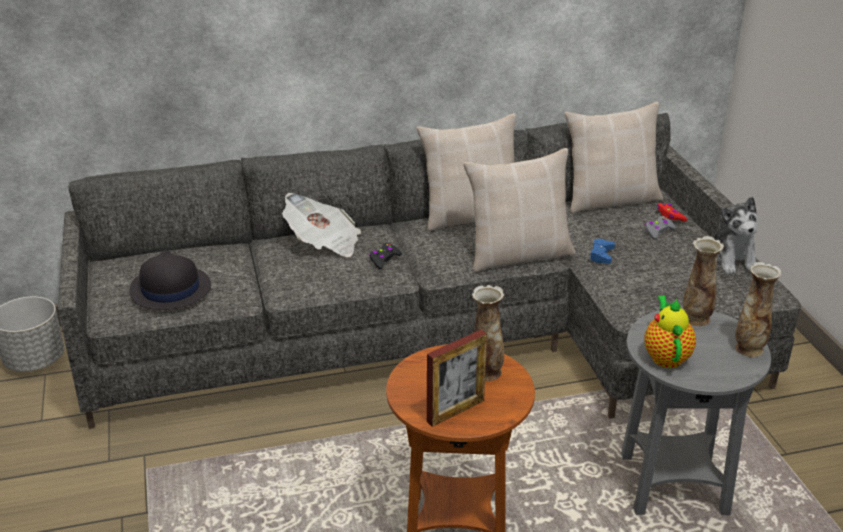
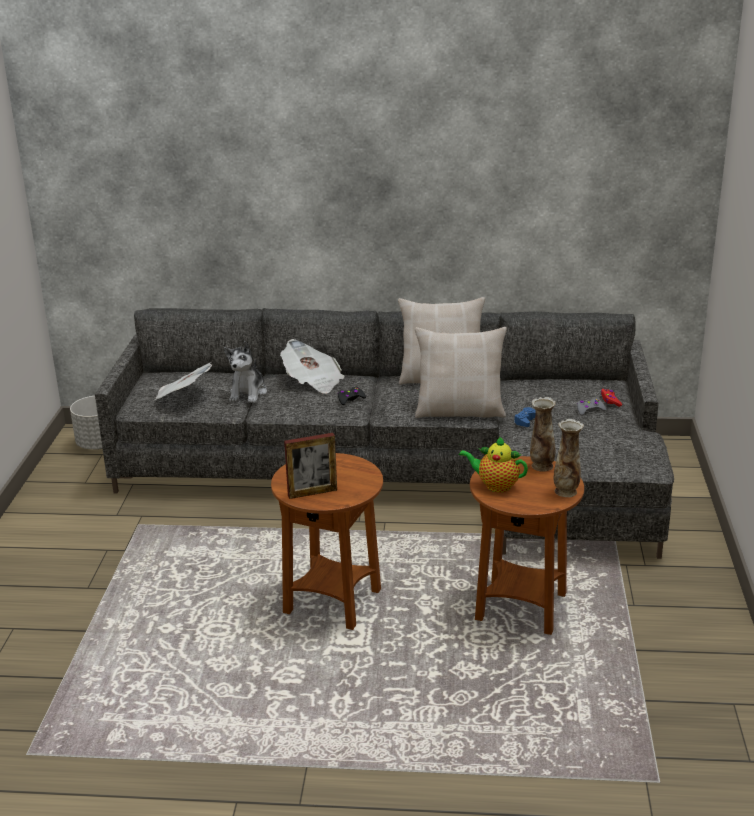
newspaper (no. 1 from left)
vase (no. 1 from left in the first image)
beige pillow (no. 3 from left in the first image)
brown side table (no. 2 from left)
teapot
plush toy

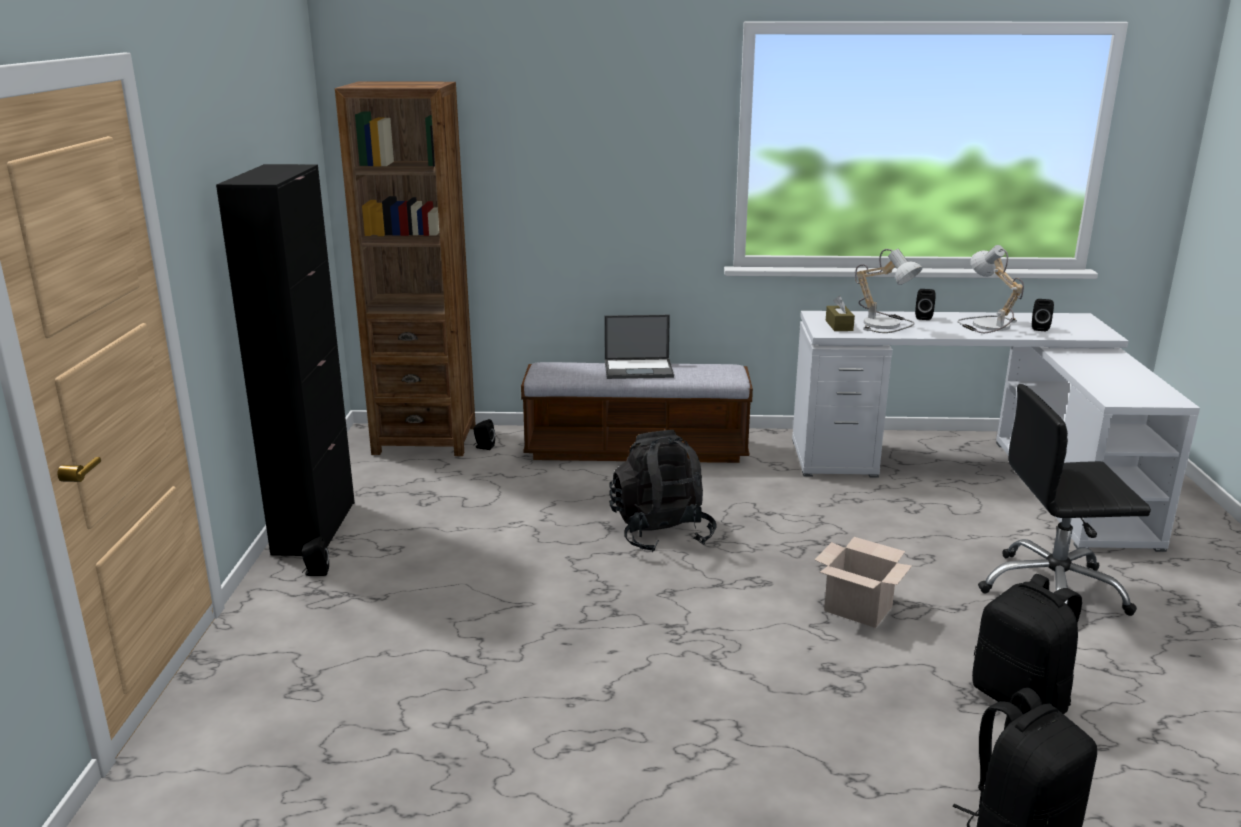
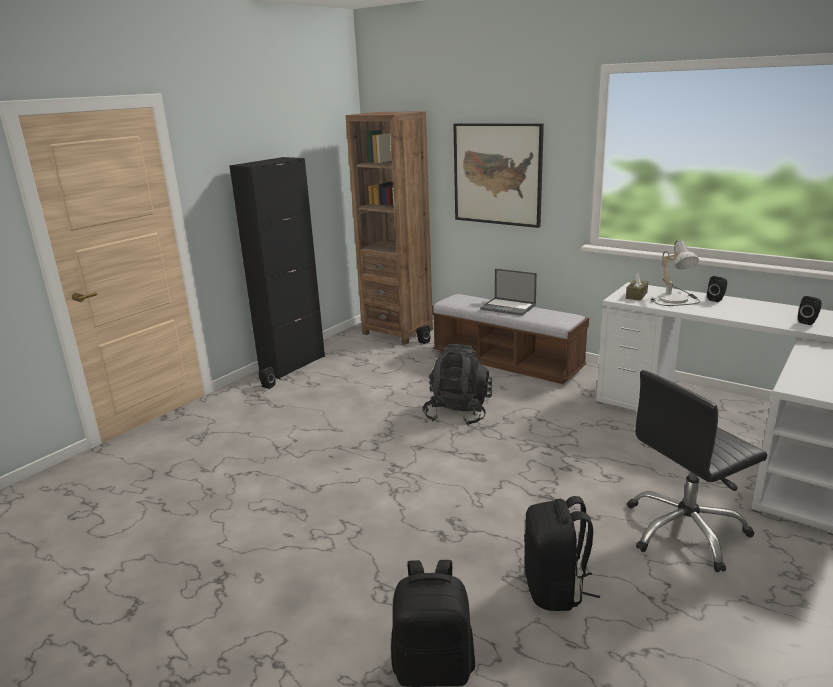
cardboard box
table lamp (no. 2 from left in the first image)
black office chair
picture

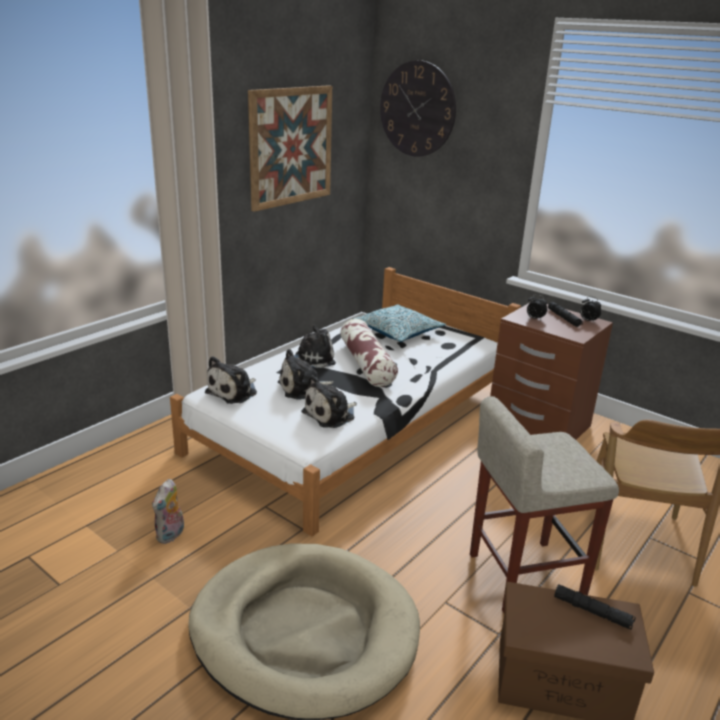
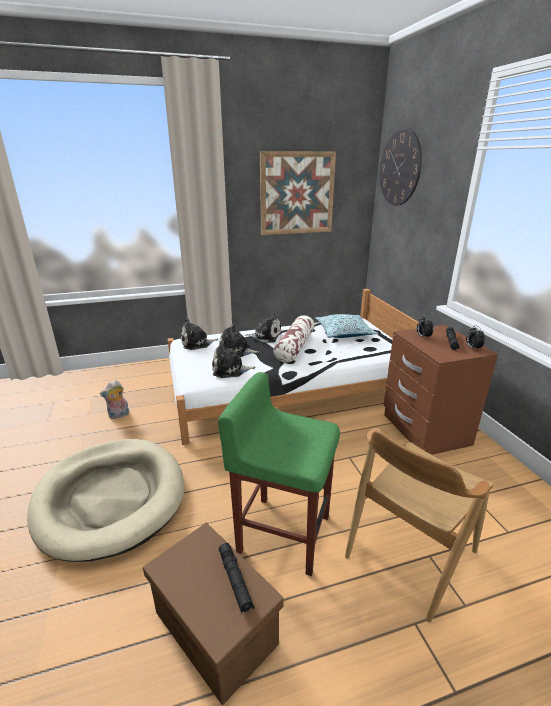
green stool

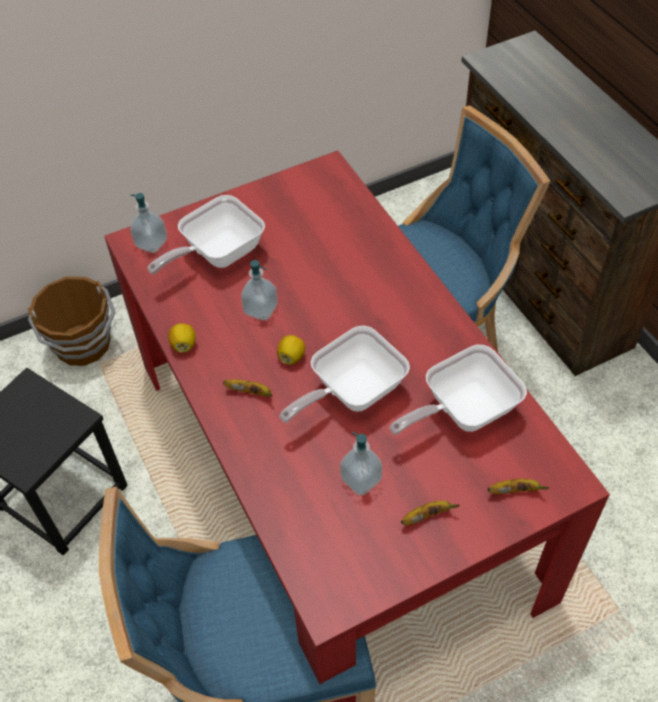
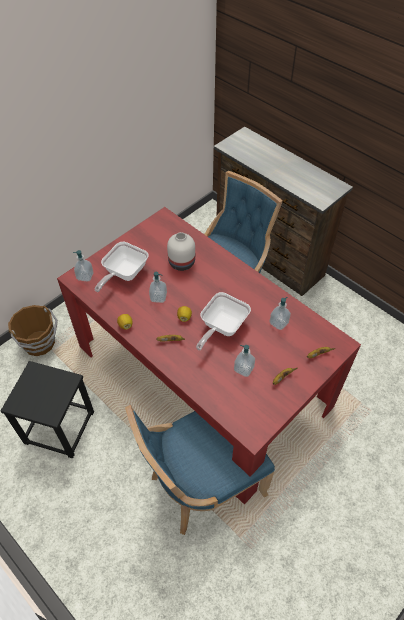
soap dispenser (no. 4 from left)
white vase

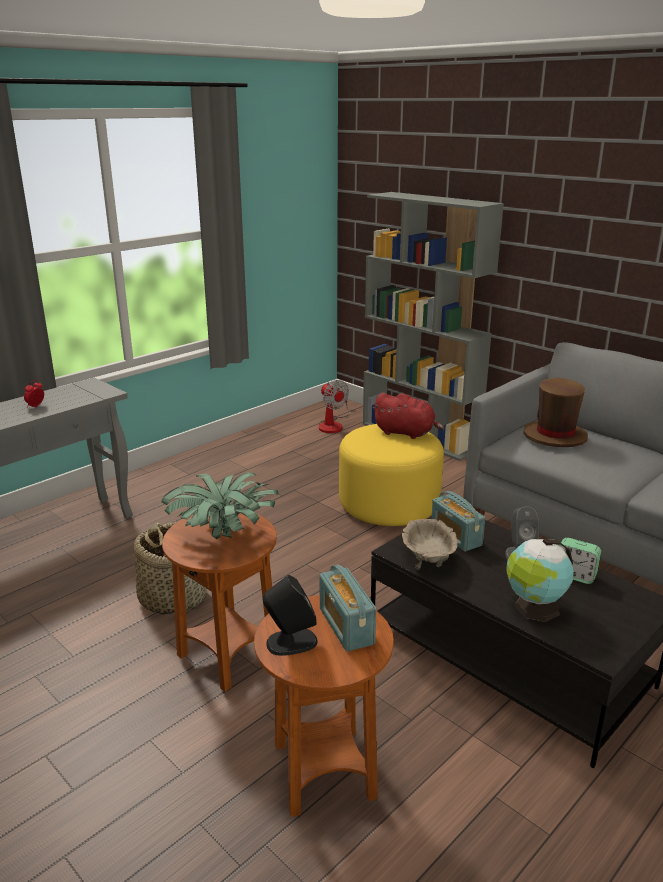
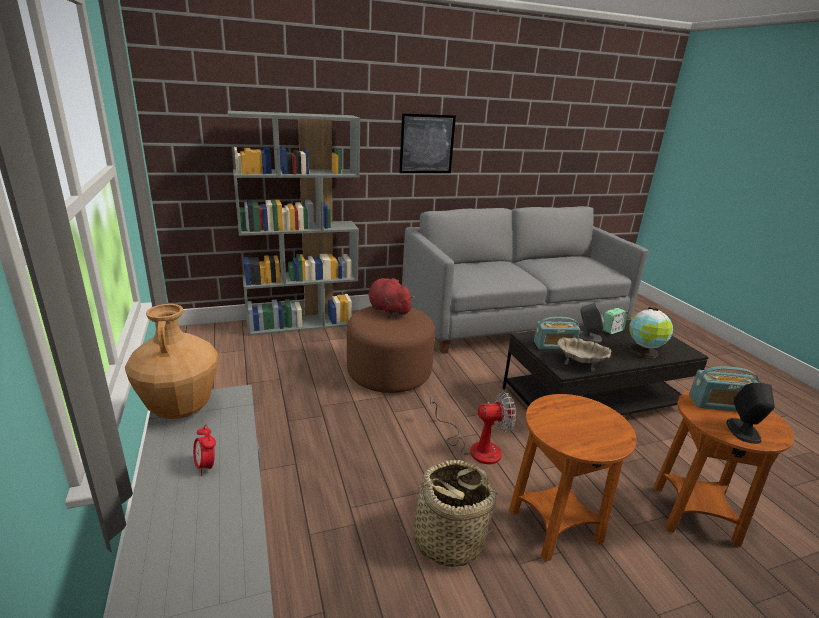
potted plant
fan
brown ottoman
red plush toy
brown hat
brown vase
picture

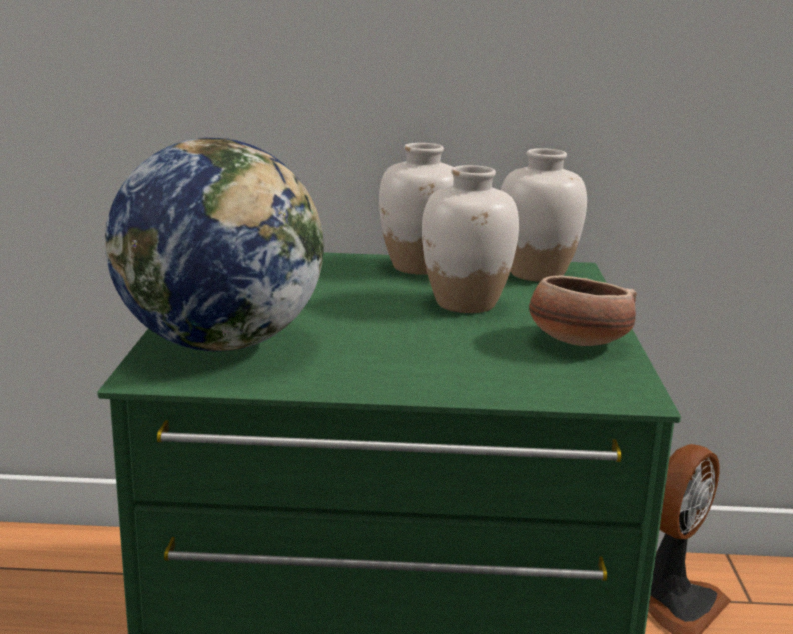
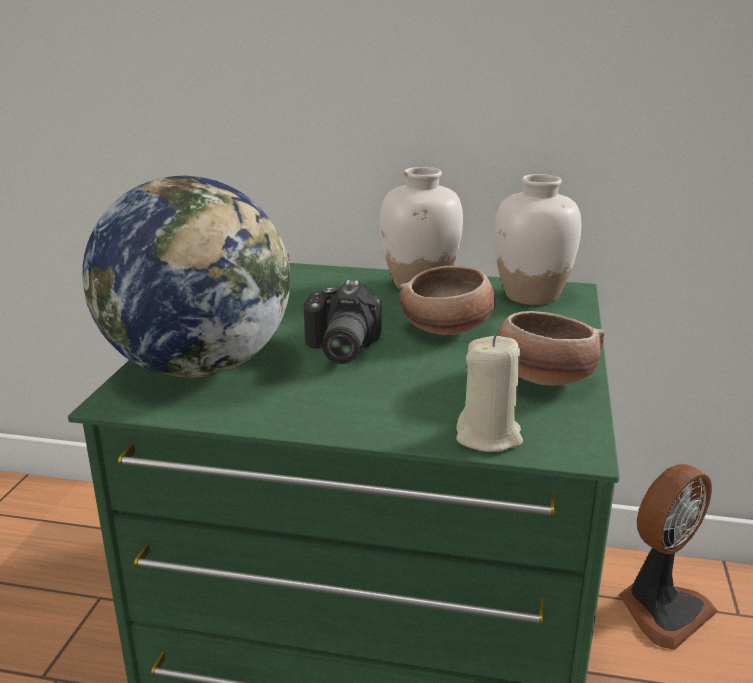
bowl (no. 1 from left)
photo camera
beige candle

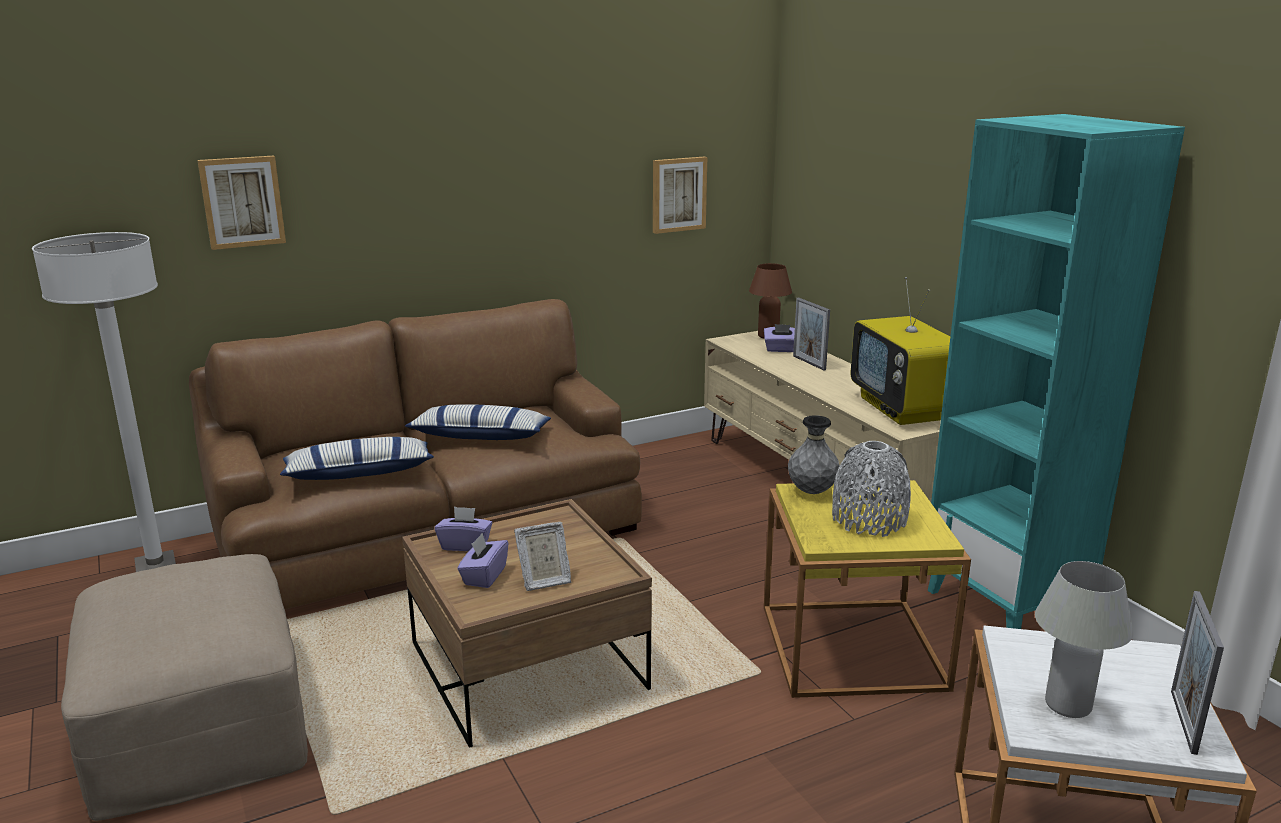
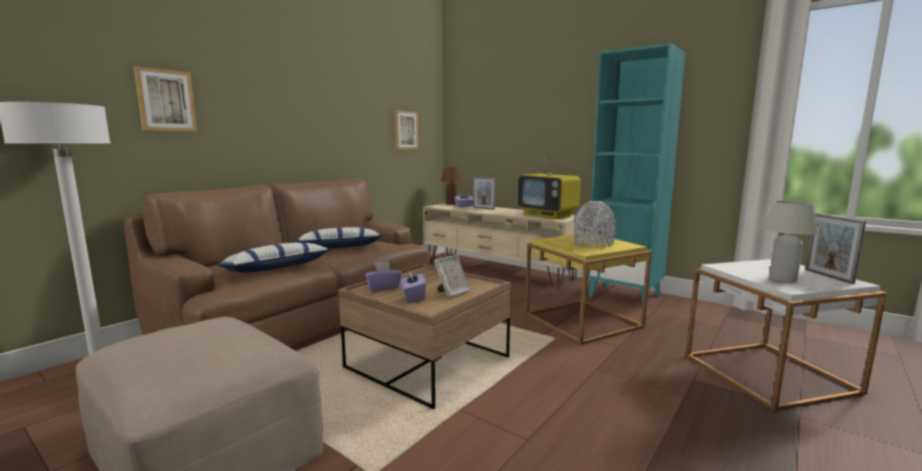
grey vase (no. 1 from left in the first image)

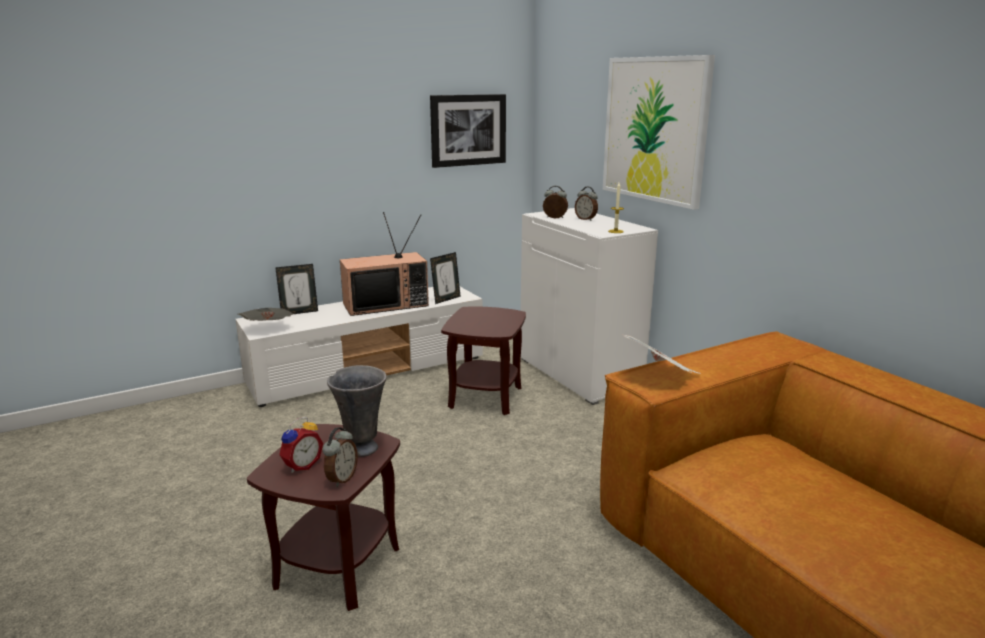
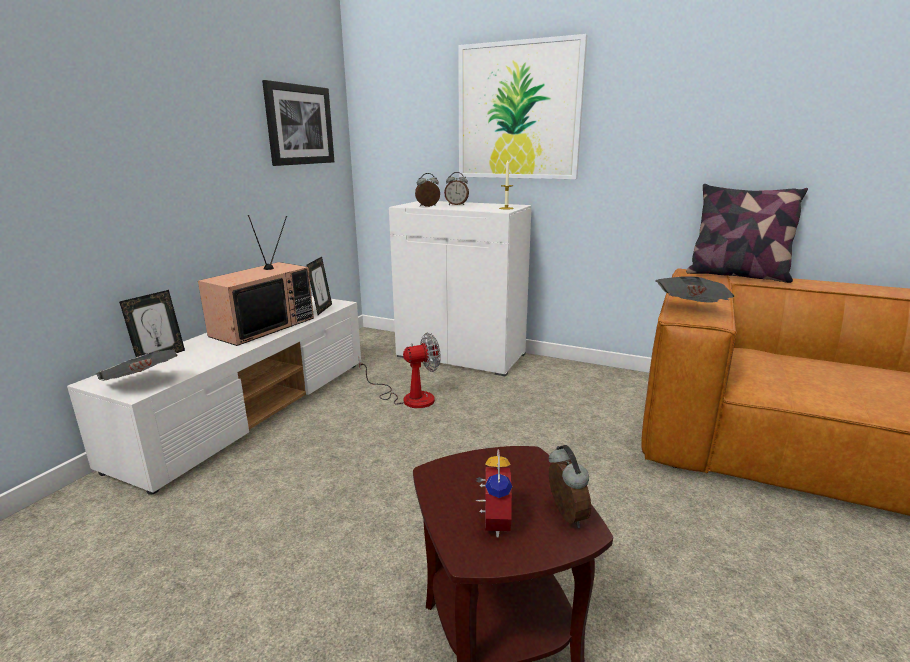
grey vase
fan
pillow

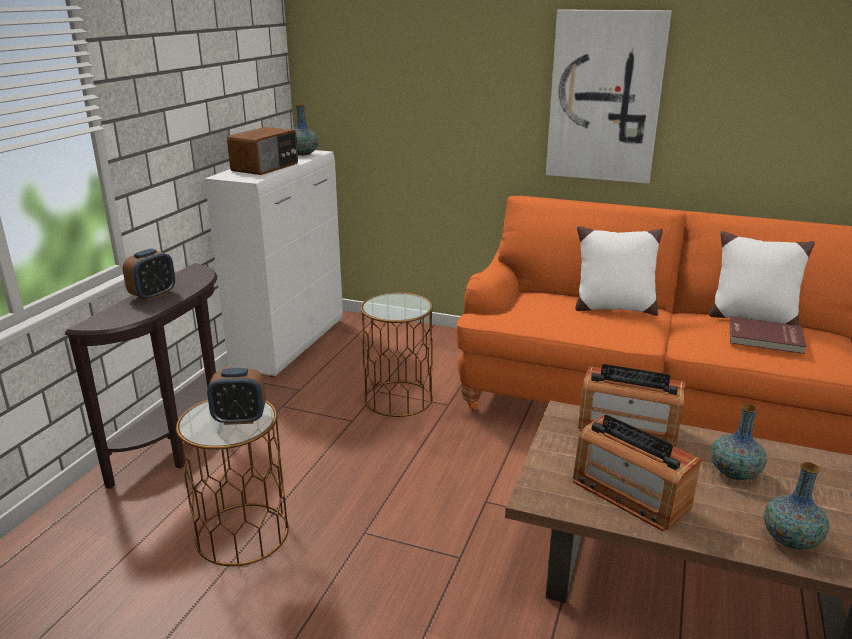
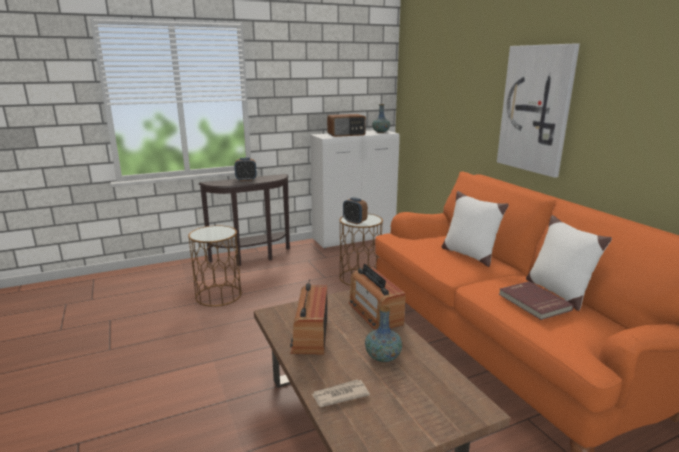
alarm clock (no. 2 from left)
newspaper

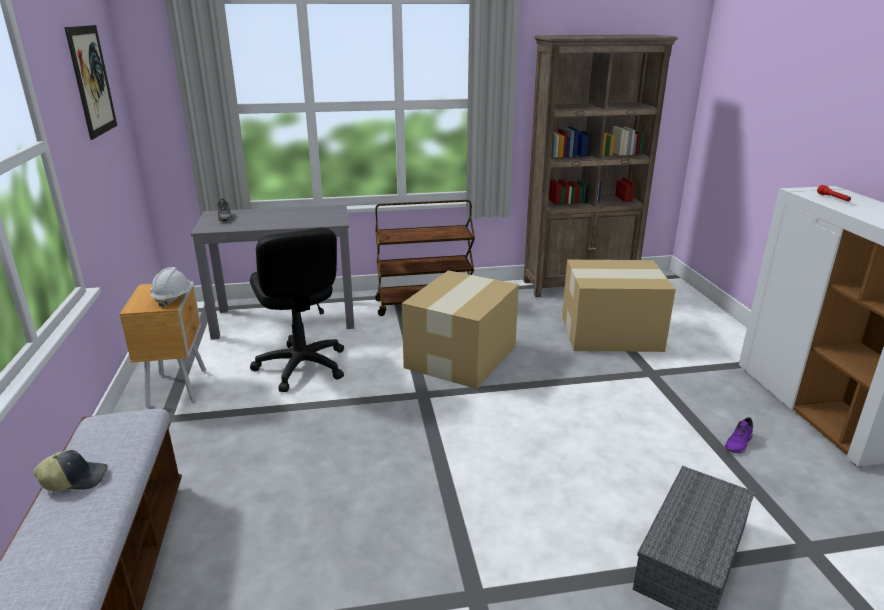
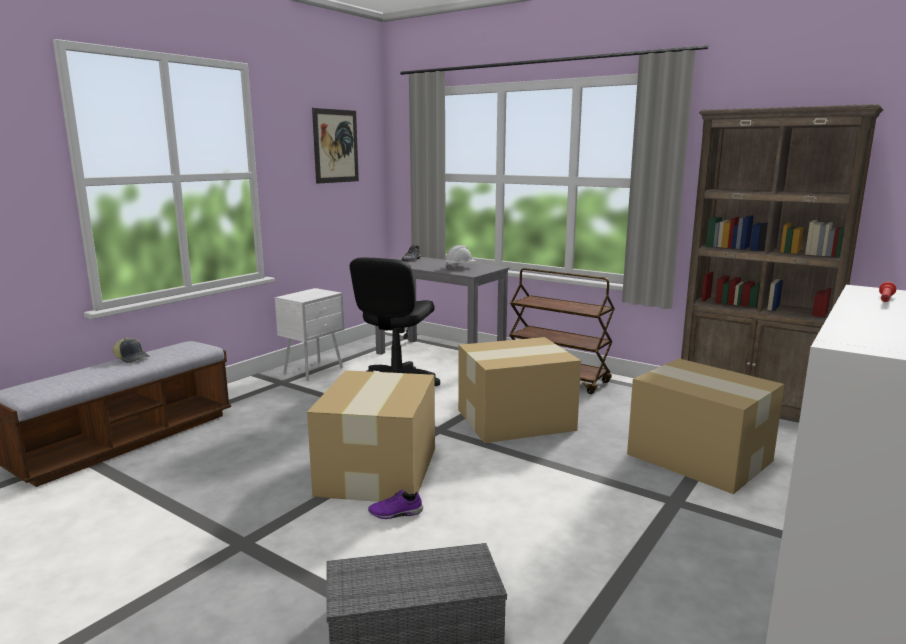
white nightstand
white hard hat
purple shoe
cardboard box (no. 1 from left)

